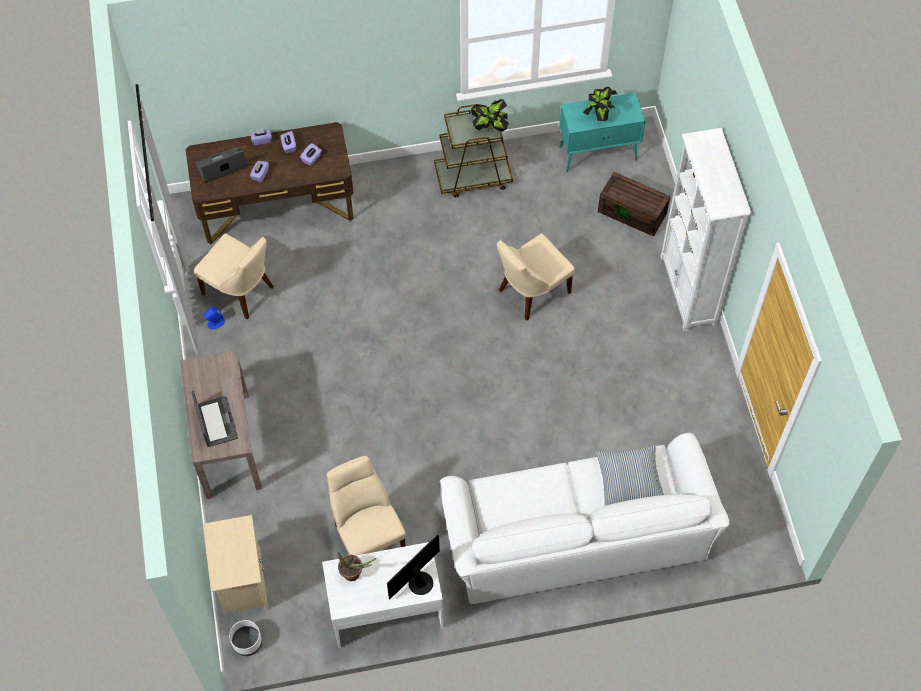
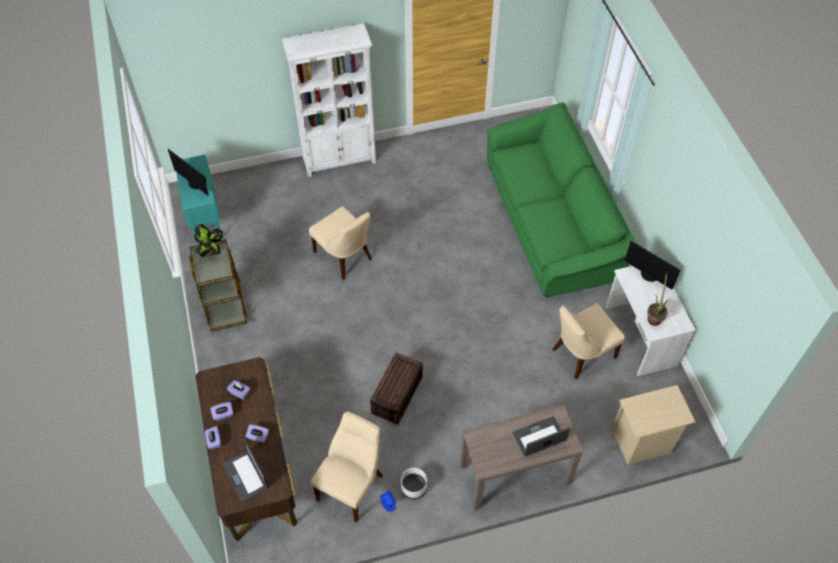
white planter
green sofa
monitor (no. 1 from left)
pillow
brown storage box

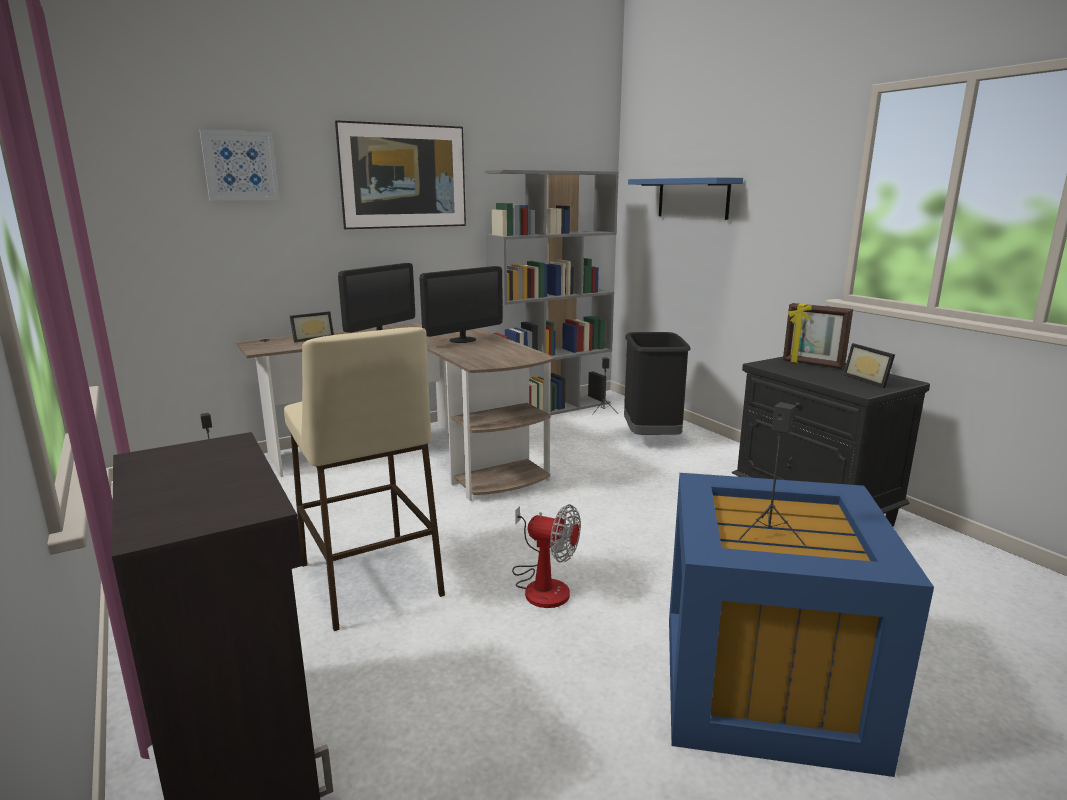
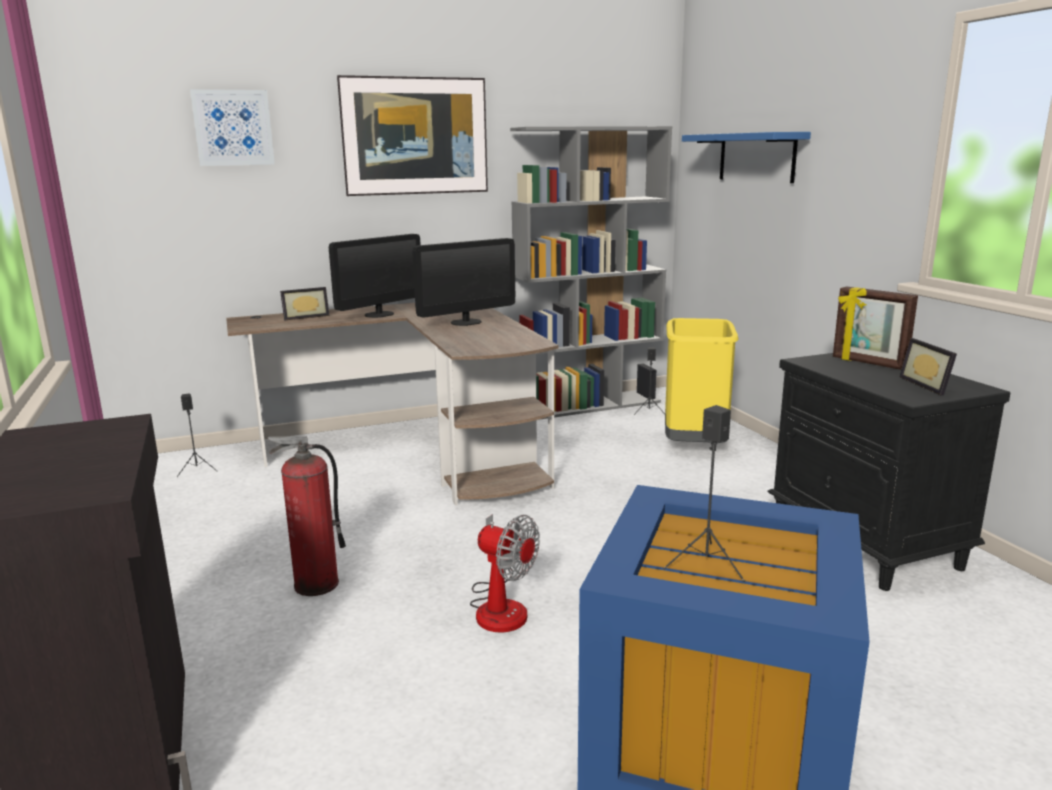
fire extinguisher
yellow trash can

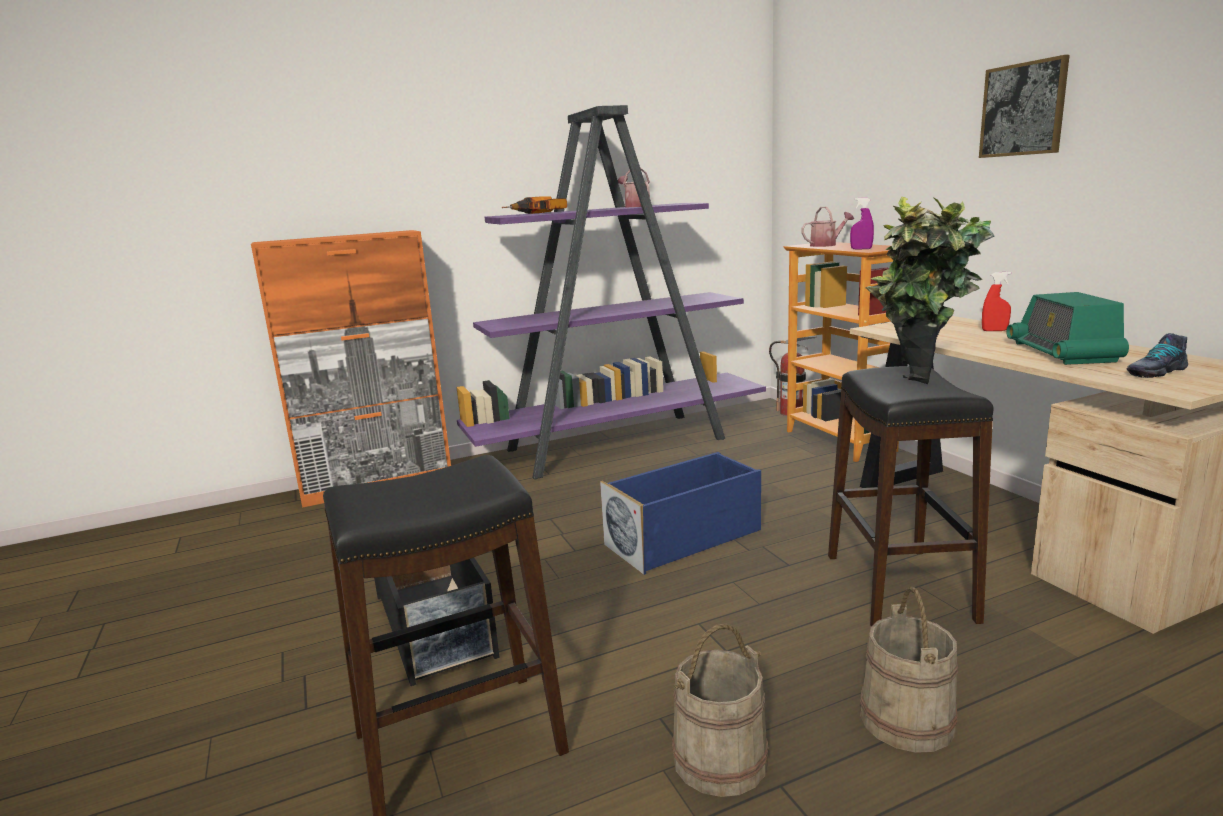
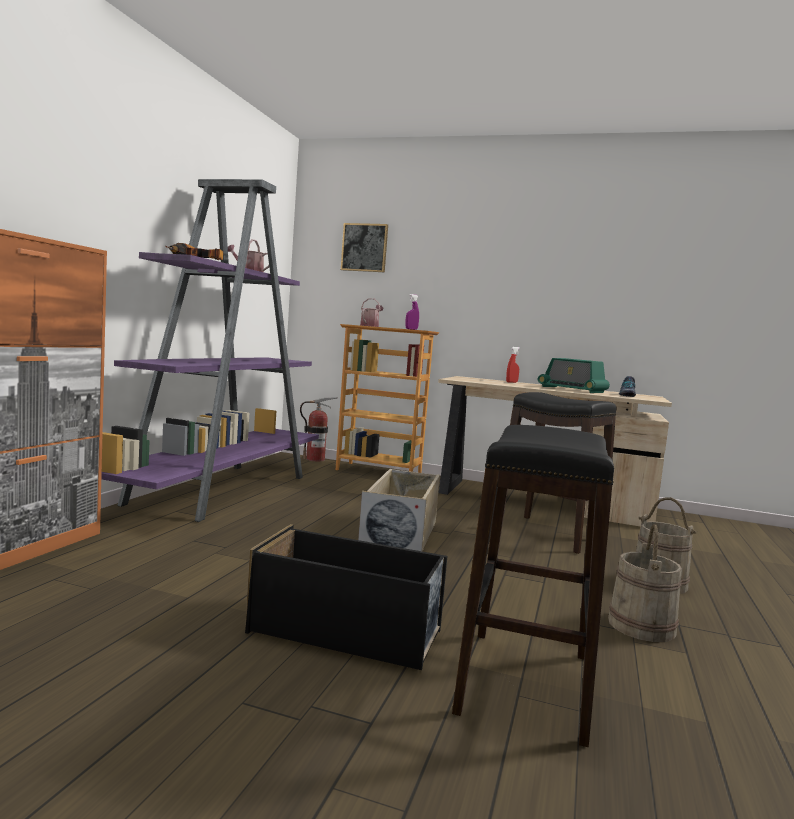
beige storage box
potted plant
picture

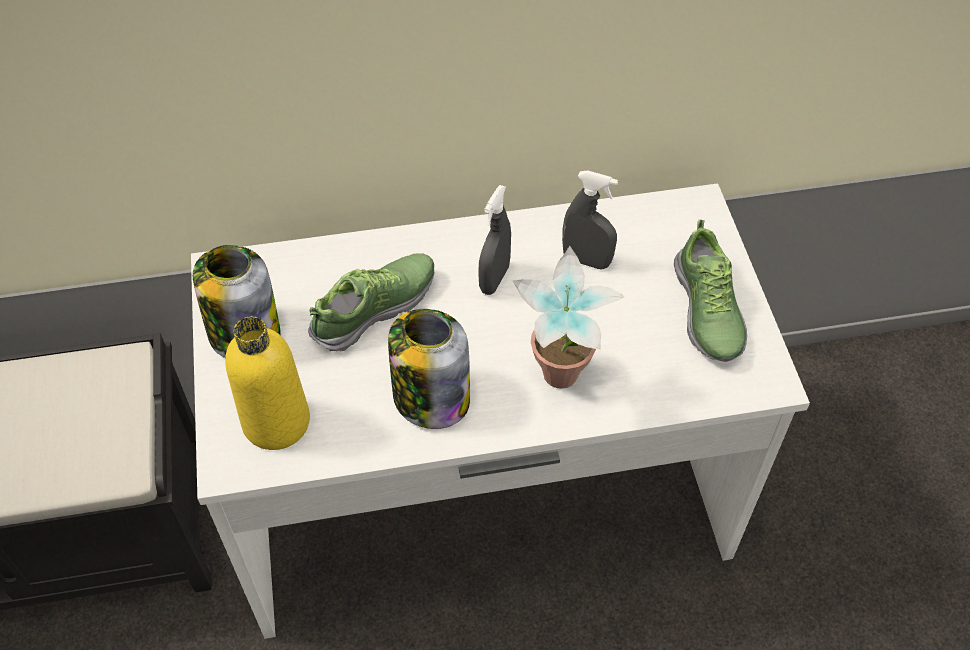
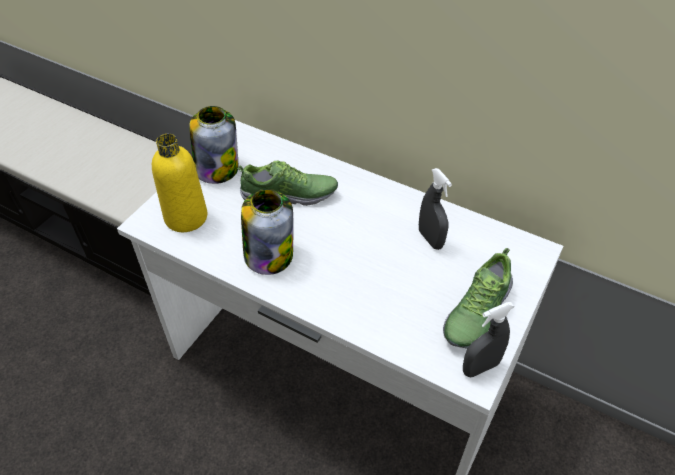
grey spray bottle (no. 2 from left)
potted plant

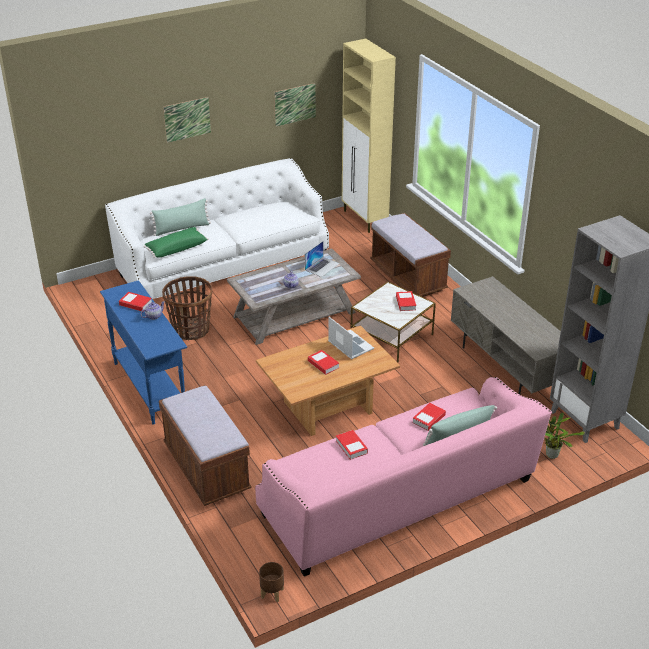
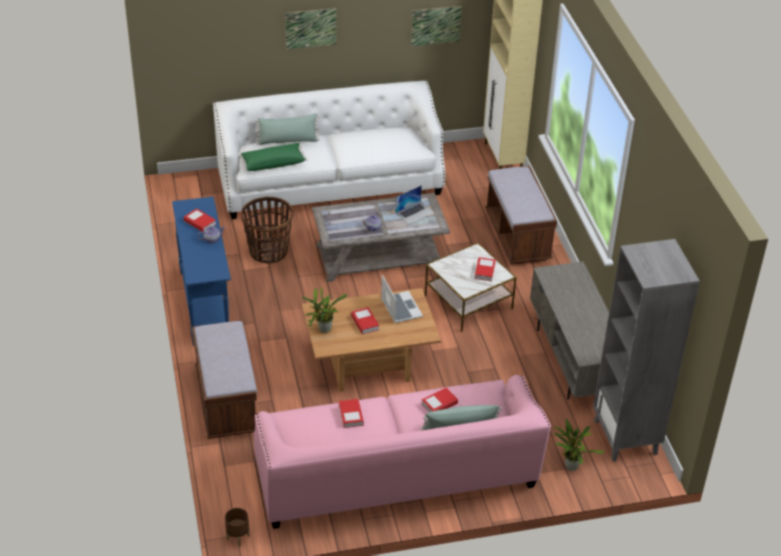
potted plant (no. 1 from left)

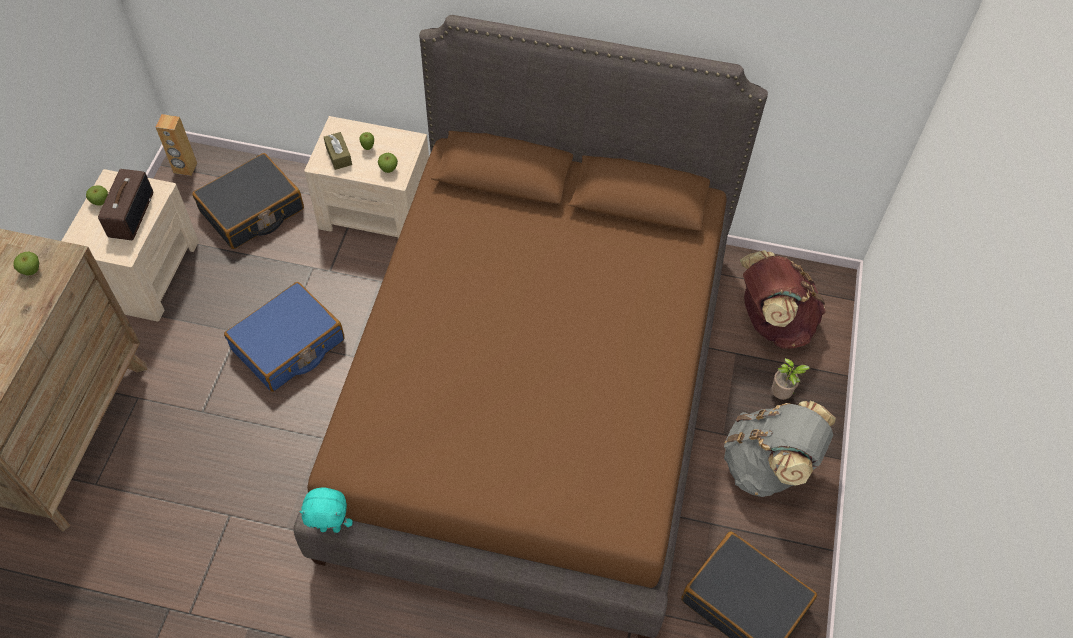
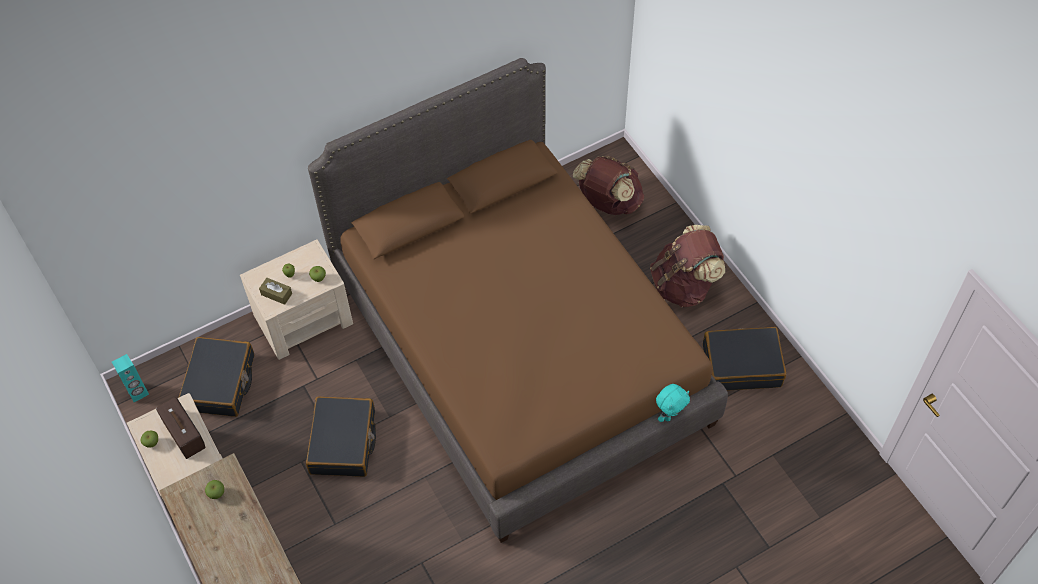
turquoise speaker
black suitcase (no. 2 from left)
turquoise plush toy
brown backpack (no. 2 from left)
potted plant

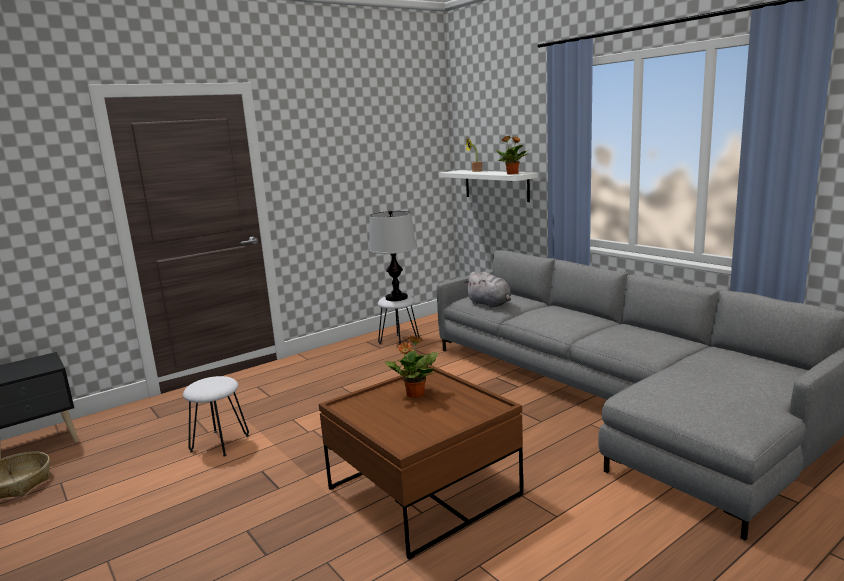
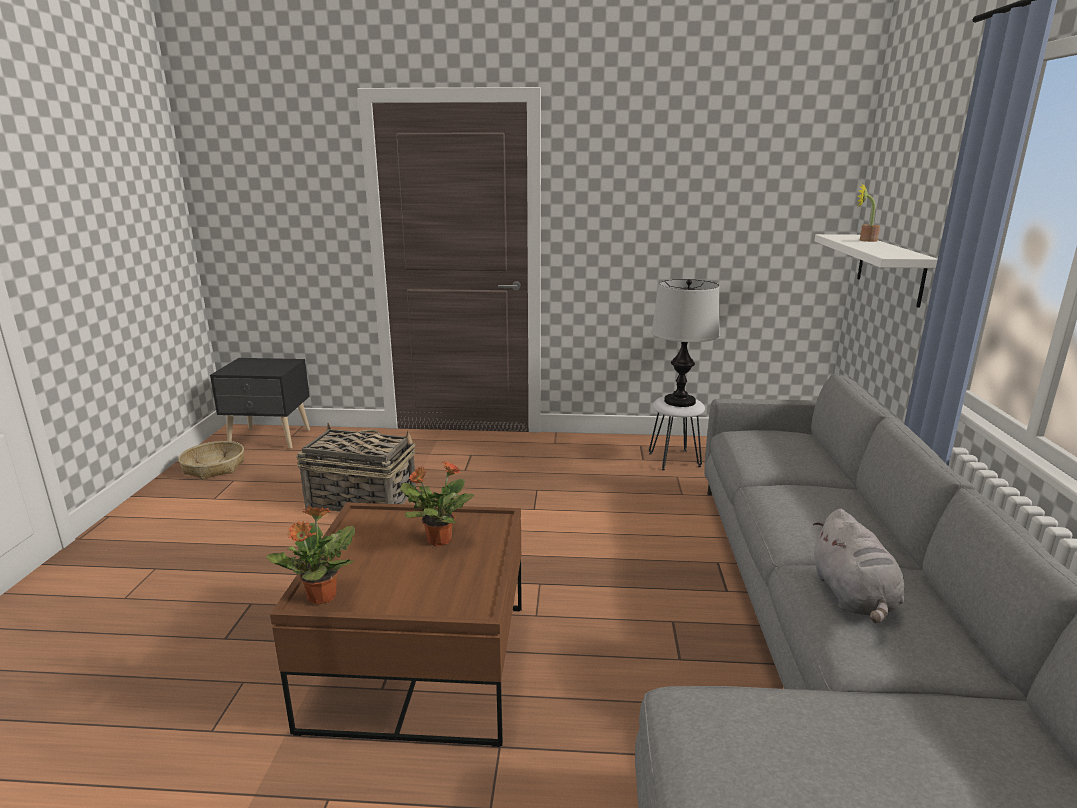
basket (no. 2 from left)
grey plush toy
potted plant (no. 1 from left)

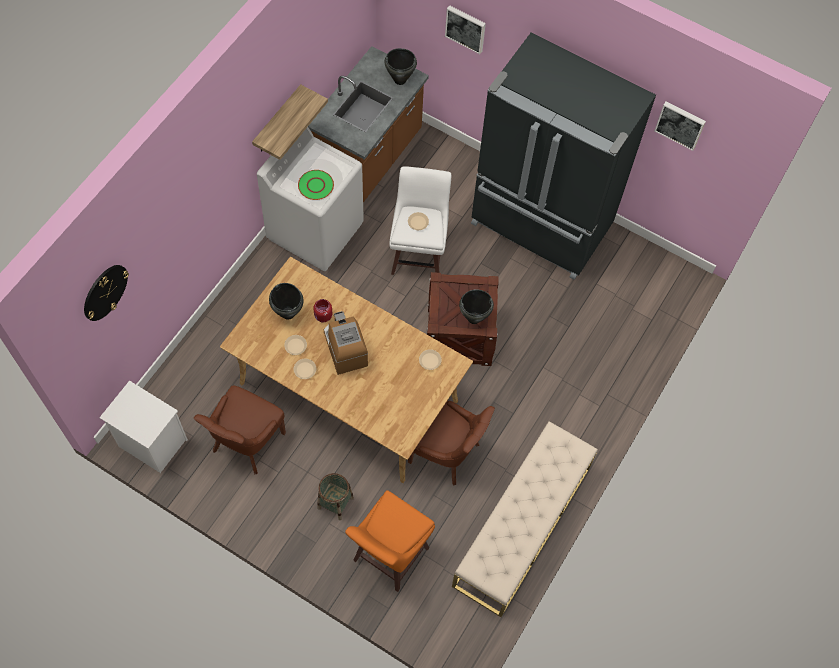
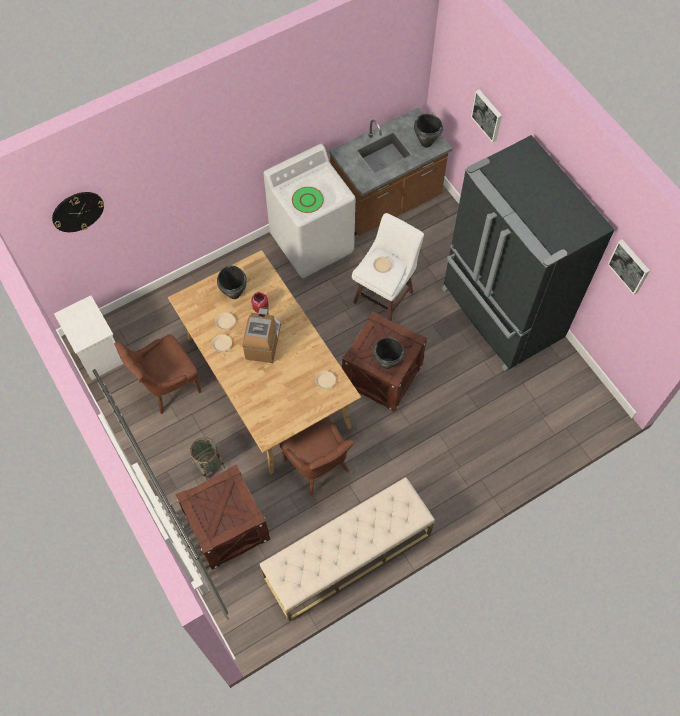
shelf
crate (no. 1 from left)

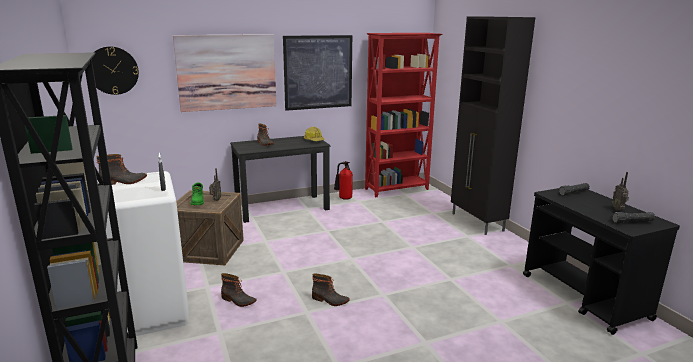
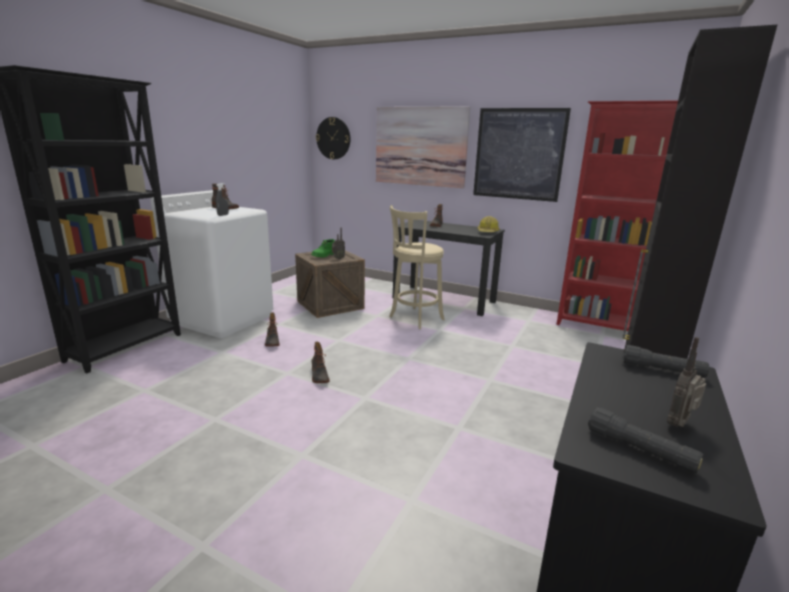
fire extinguisher
beige stool

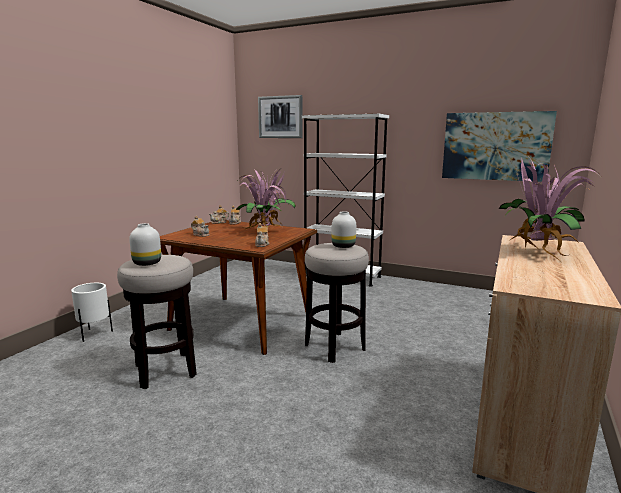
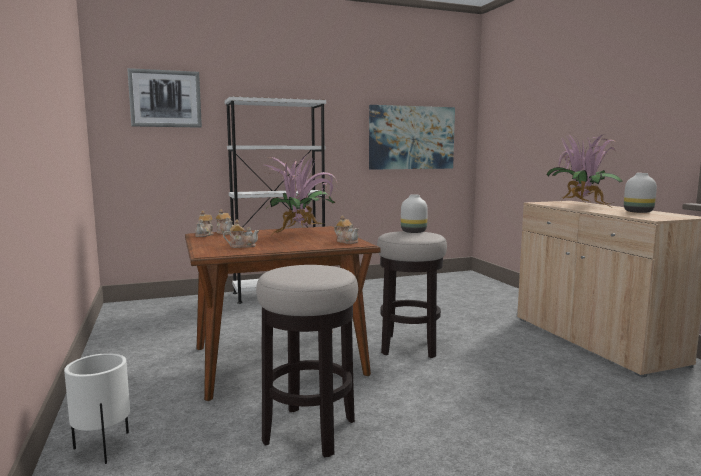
white vase (no. 2 from left)

